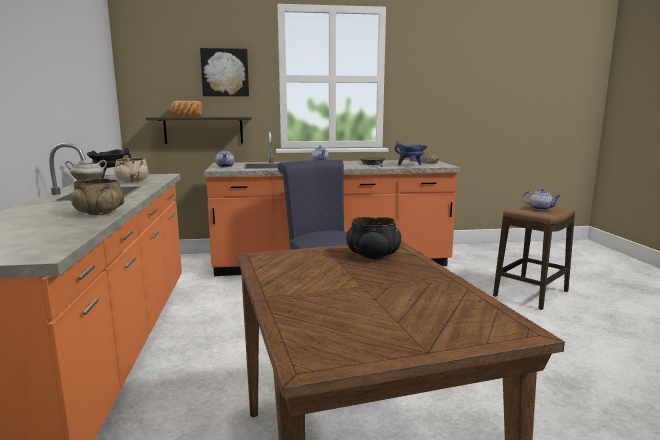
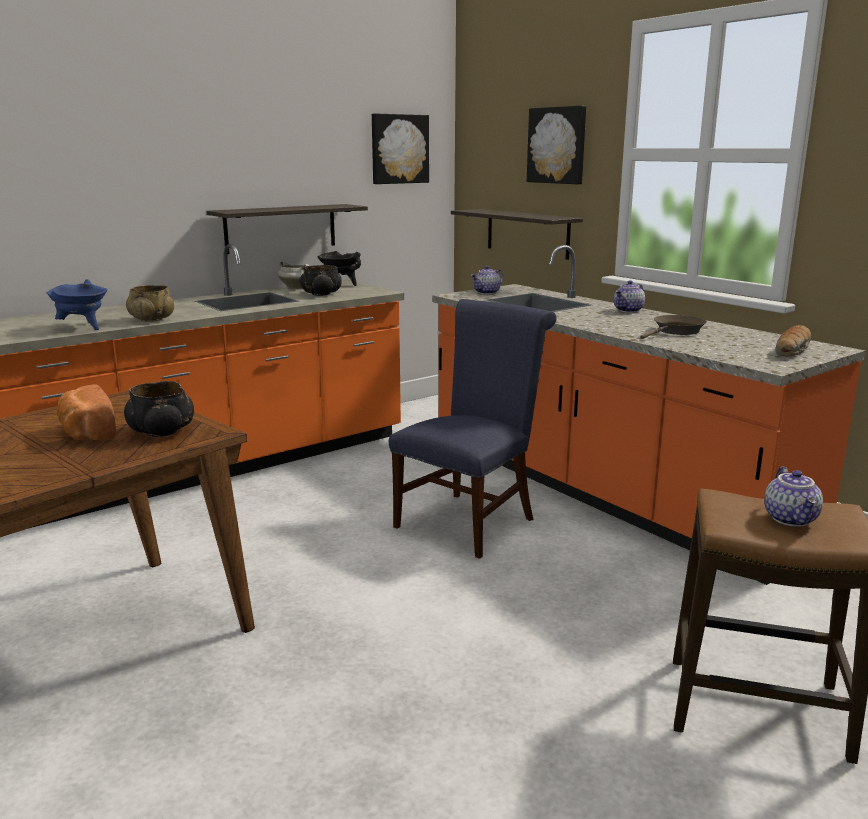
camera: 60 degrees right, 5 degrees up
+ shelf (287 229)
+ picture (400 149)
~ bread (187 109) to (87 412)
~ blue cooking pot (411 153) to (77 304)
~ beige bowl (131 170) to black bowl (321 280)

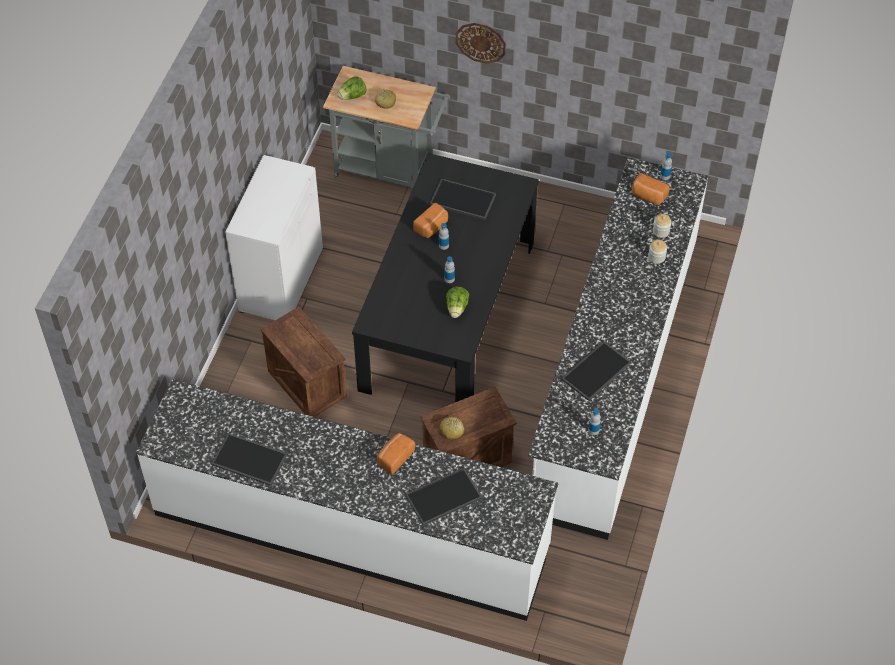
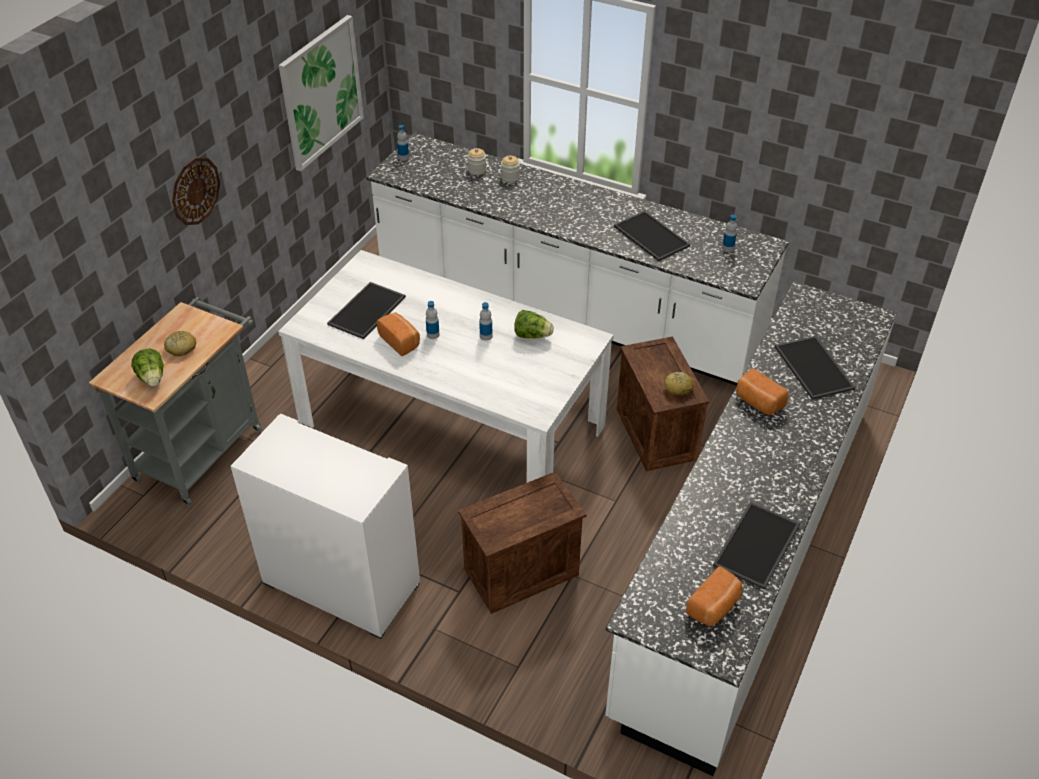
camera: 80 degrees left, 10 degrees down
+ picture (321 93)
~ bread (650 189) to (714 596)
~ black dining table (445 277) to white dining table (446 366)

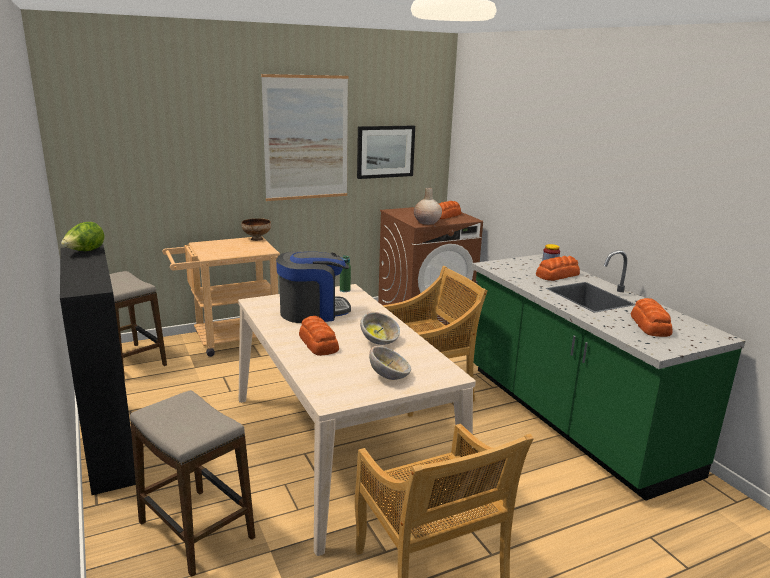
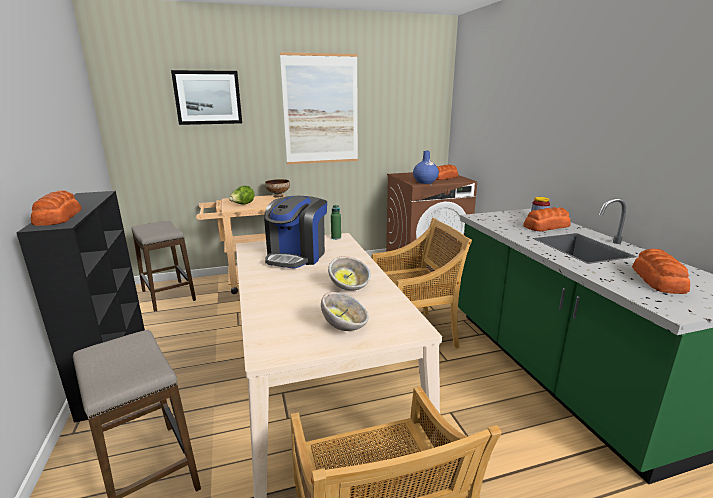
camera: 10 degrees right, 0 degrees up
~ lettuce (82 236) to (242 195)
~ bread (319 336) to (56 208)
~ picture (386 152) to (206 97)
~ beige vase (428 206) to blue vase (426 167)
~ coffee machine (313 287) = (295 232) 120 degrees clockwise

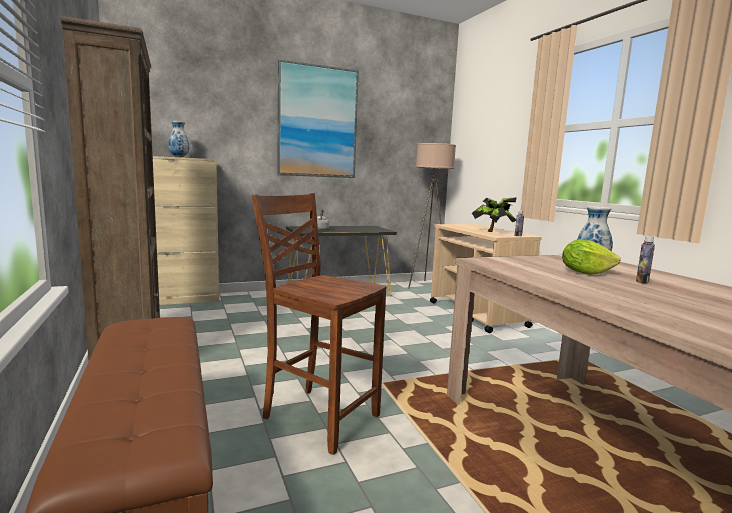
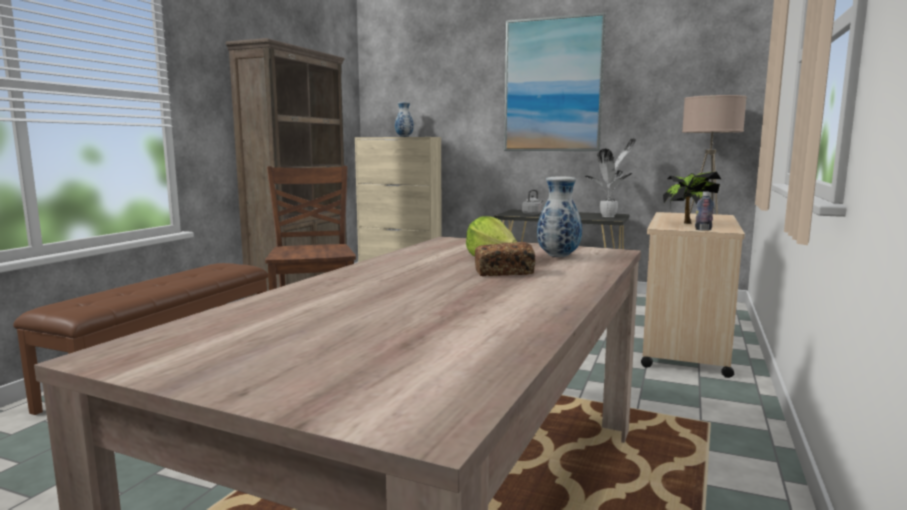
camera: 45 degrees right, 0 degrees up
+ potted plant (610 177)
~ bottle (645 259) to bread (505 259)

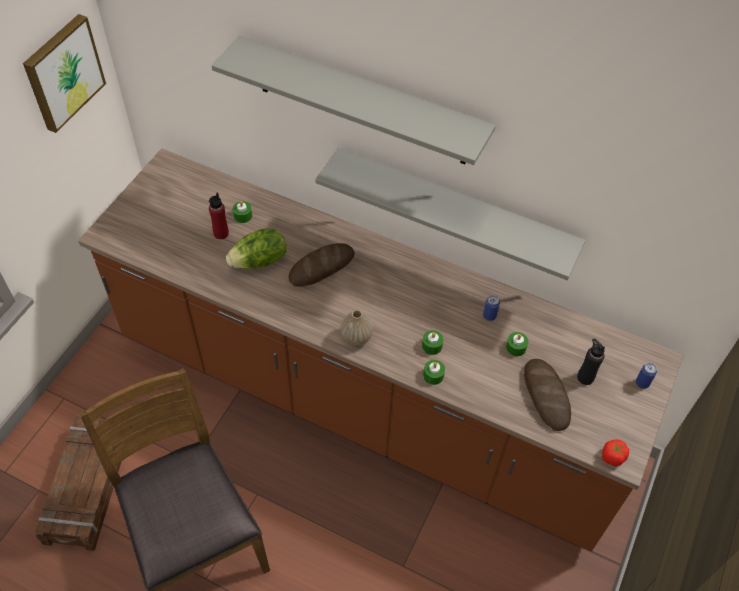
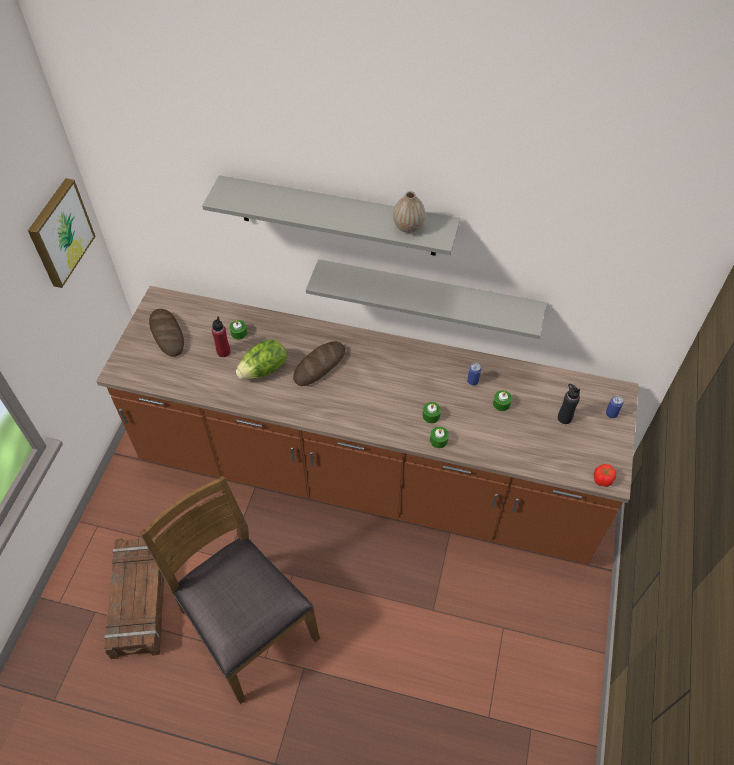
camera: 10 degrees left, 0 degrees up
~ vase (357 328) to (409 212)
~ bread (547 395) to (166 333)

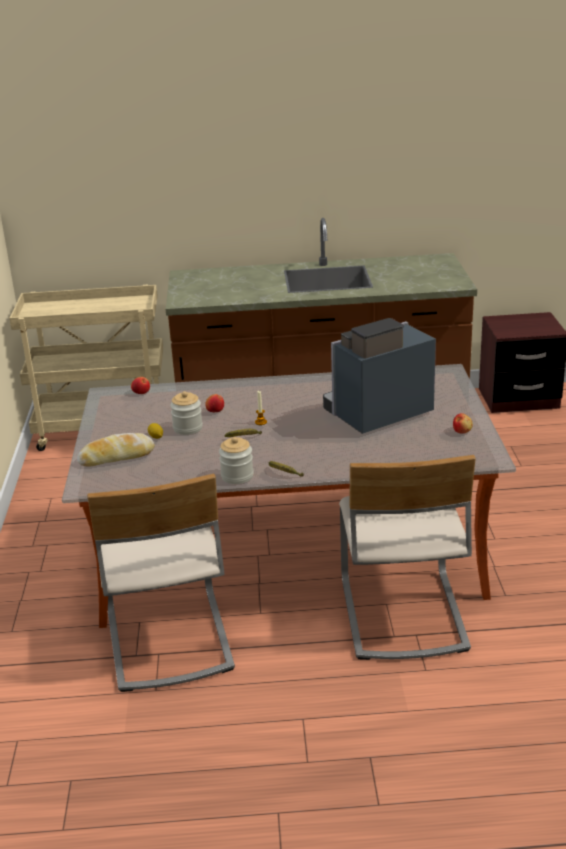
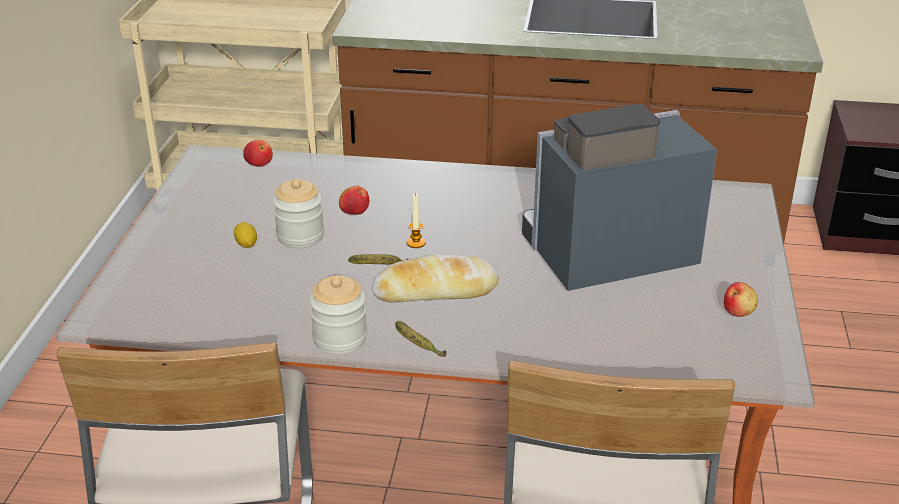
camera: 10 degrees right, 5 degrees up
~ bread (116 450) to (435 278)

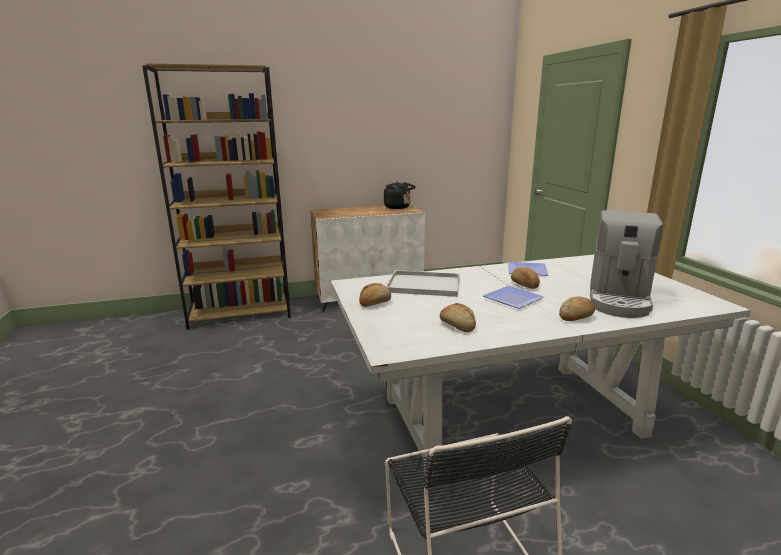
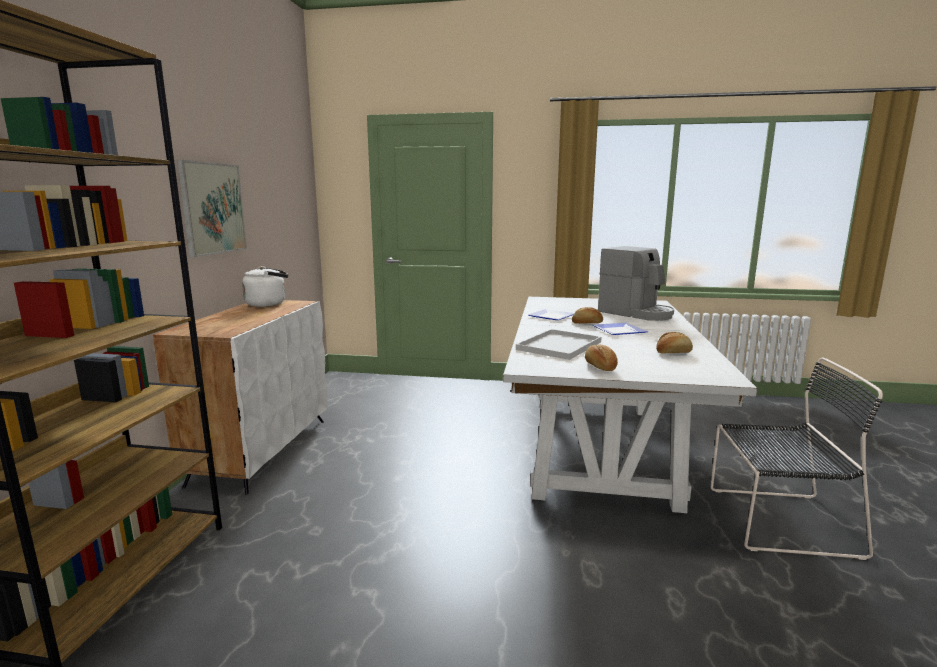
camera: 65 degrees left, 5 degrees down
- bread (577 308)
+ picture (212 209)
~ black kettle (400 195) to white kettle (265 286)

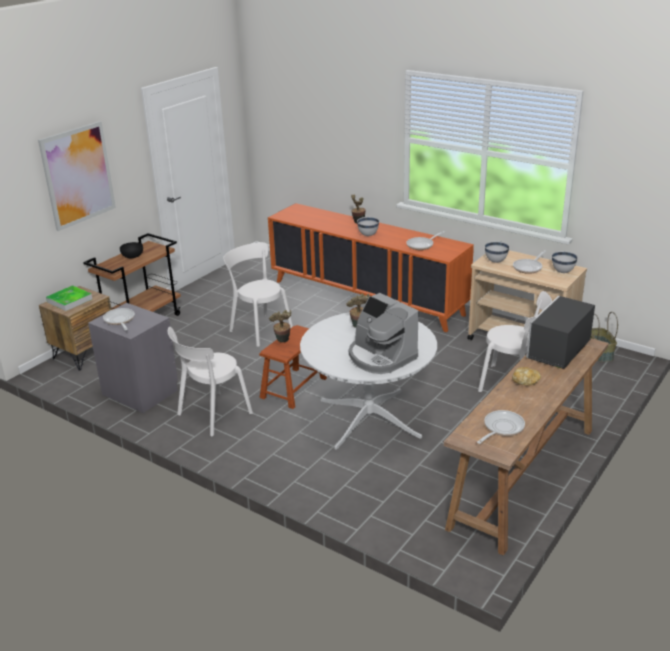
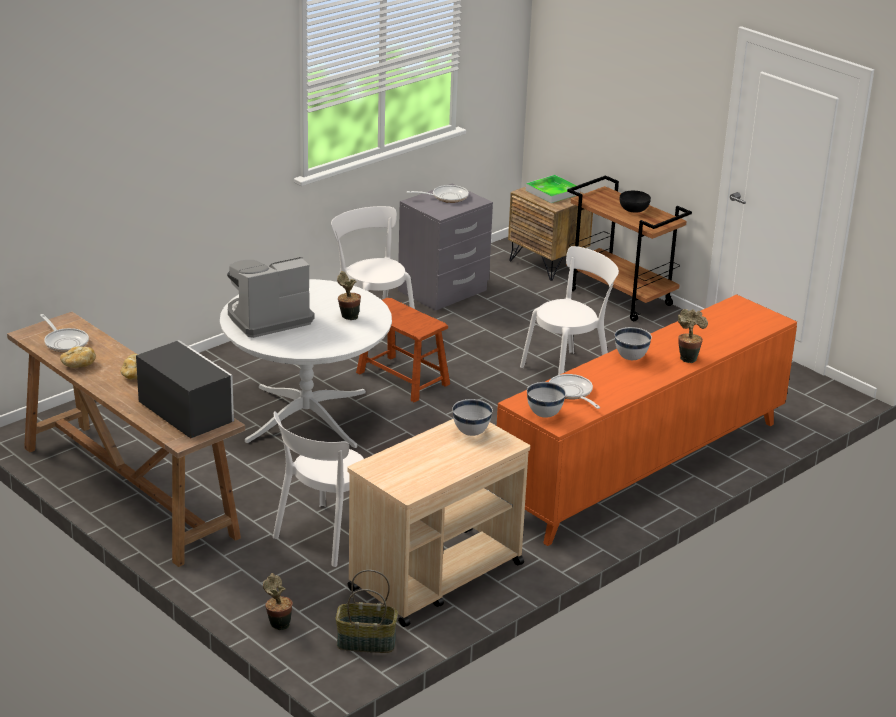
camera: 100 degrees right, 0 degrees up
- picture (77 176)
- frying pan (529 262)
+ bread (78 357)
~ potted plant (280 326) to (278 601)
~ white bowl (565 262) to (546 400)

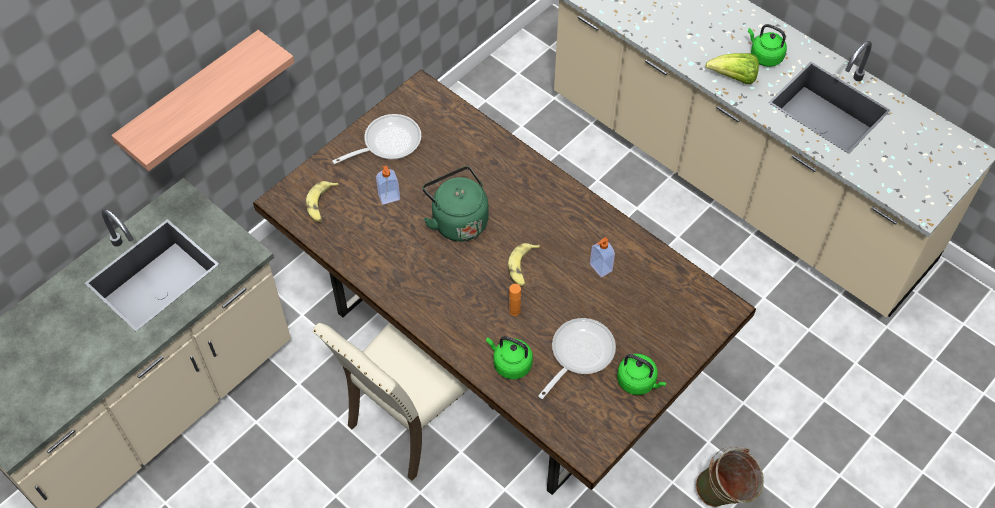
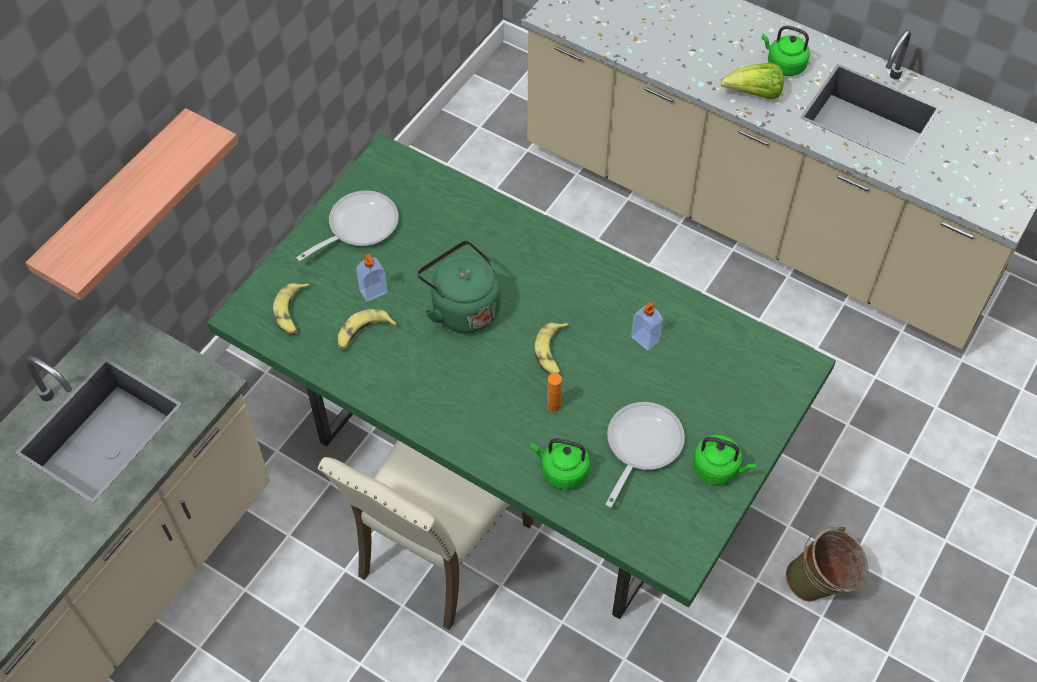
camera: 10 degrees left, 0 degrees up
+ banana (367 330)
~ brown dining table (504 282) to green dining table (521 376)

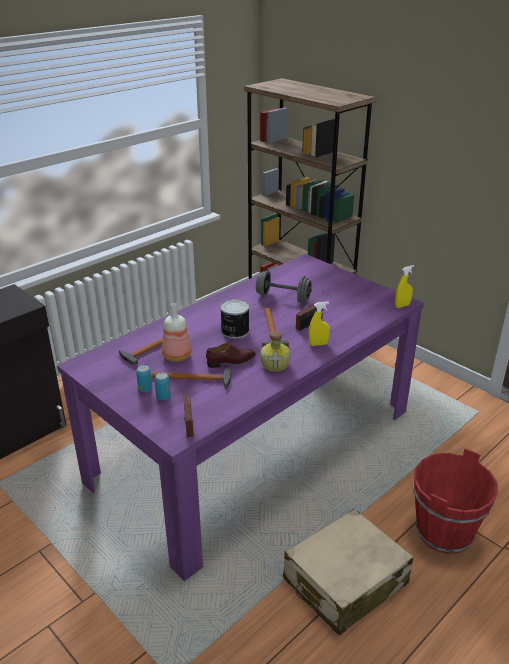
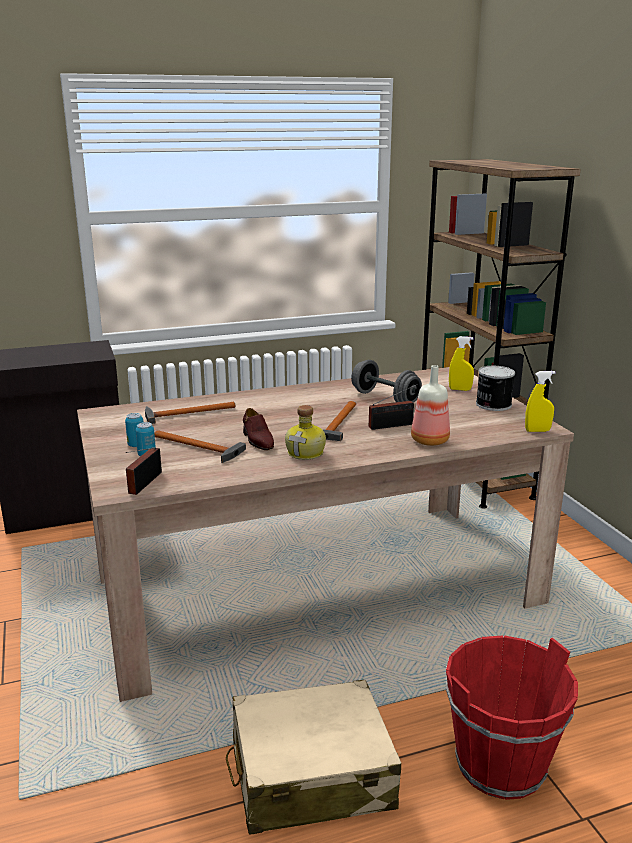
camera: 25 degrees right, 10 degrees down
~ bottle (177 332) to (430 405)
~ can (234 319) to (495 388)
~ yellow spray bottle (319 324) to (461 363)
~ purple dining table (240 417) to beige dining table (325 534)
~ brown shoe (231 355) = (258 429) 60 degrees clockwise

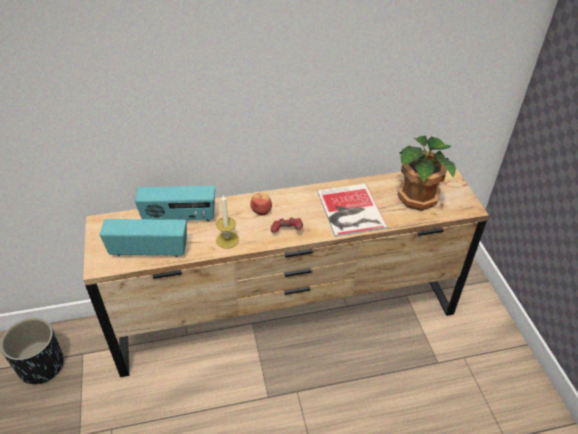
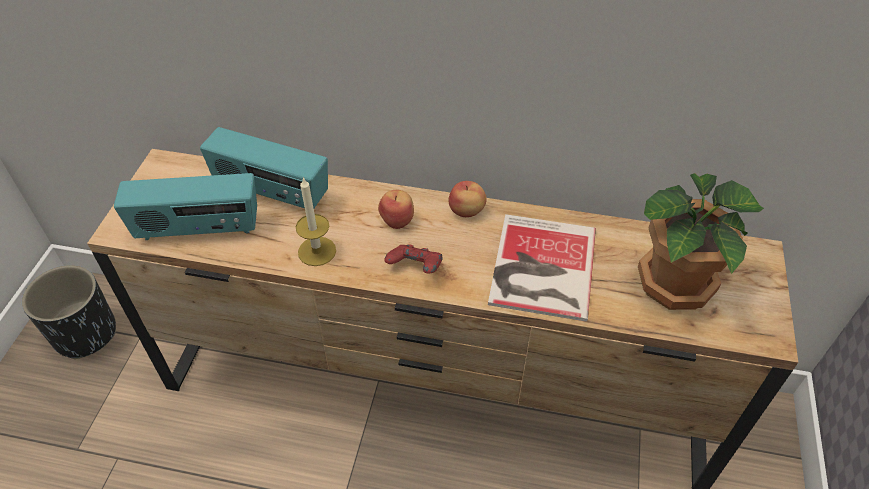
camera: 25 degrees right, 5 degrees up
+ apple (467 199)
~ radio (143 238) = (185 206) 150 degrees clockwise

